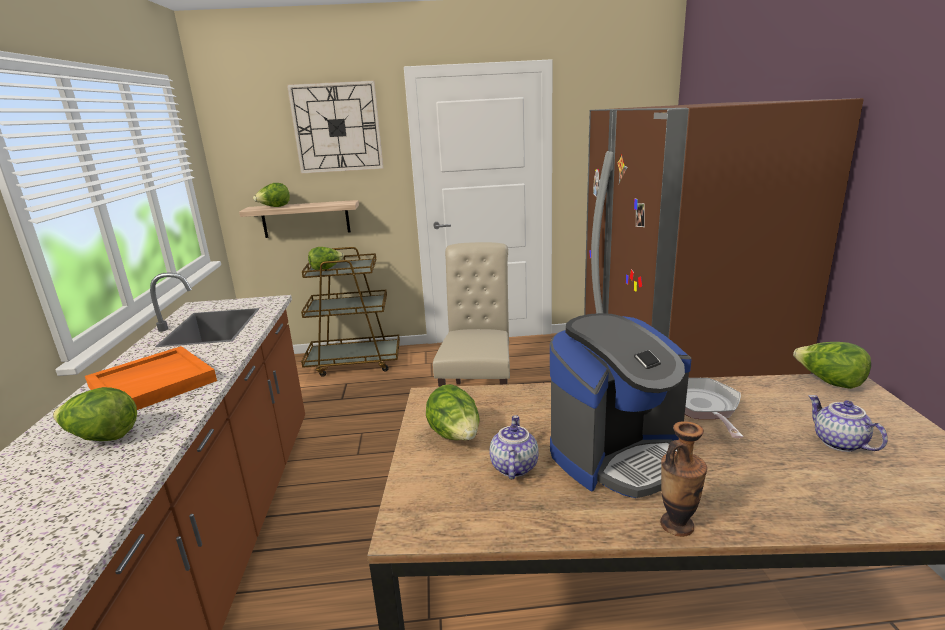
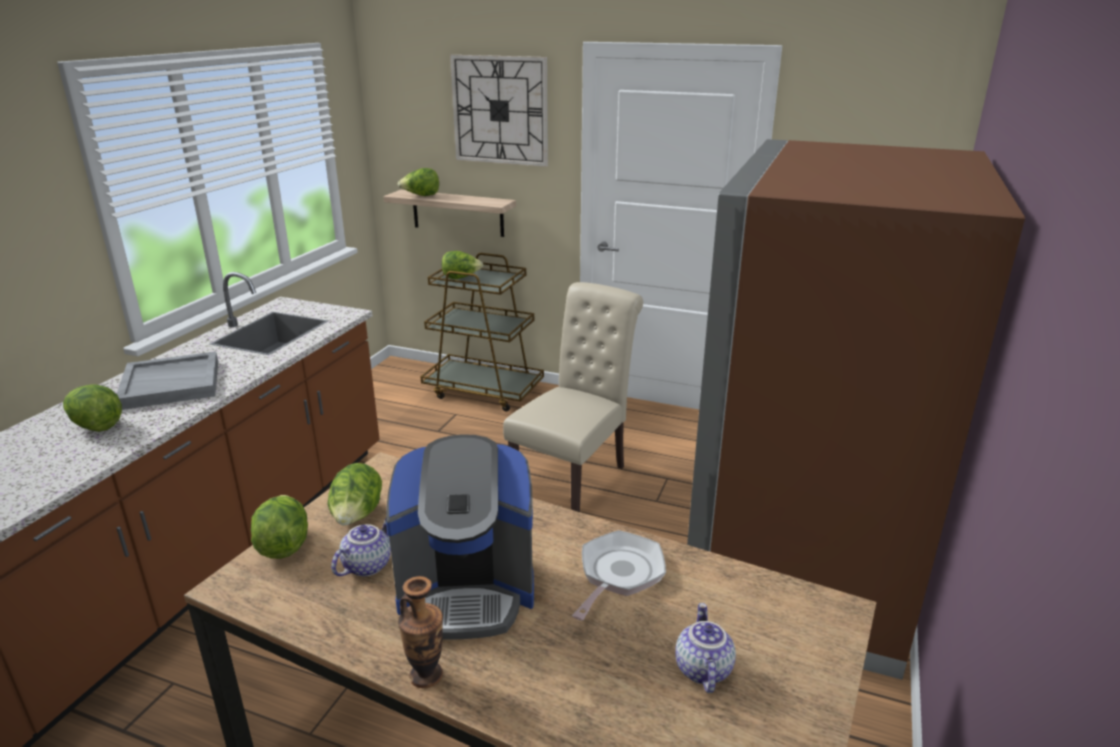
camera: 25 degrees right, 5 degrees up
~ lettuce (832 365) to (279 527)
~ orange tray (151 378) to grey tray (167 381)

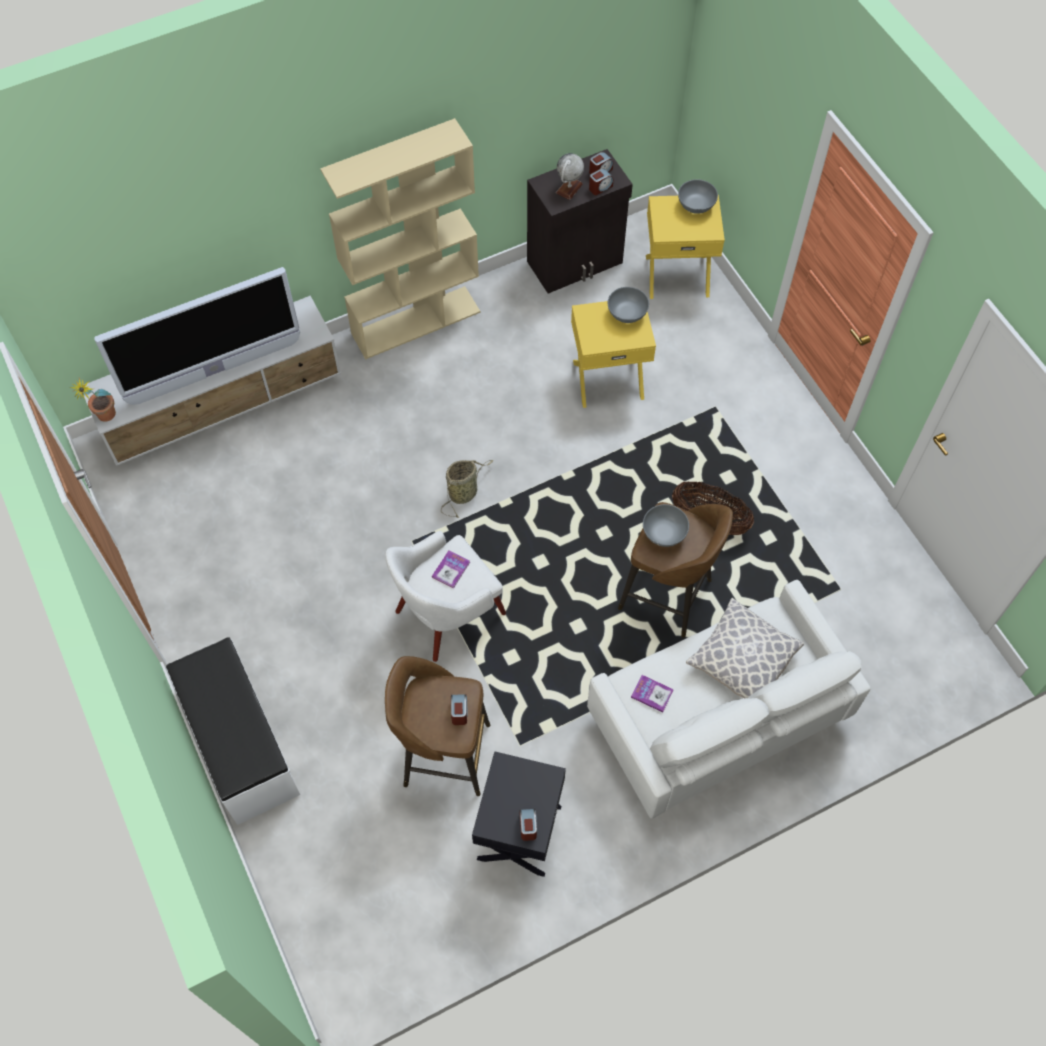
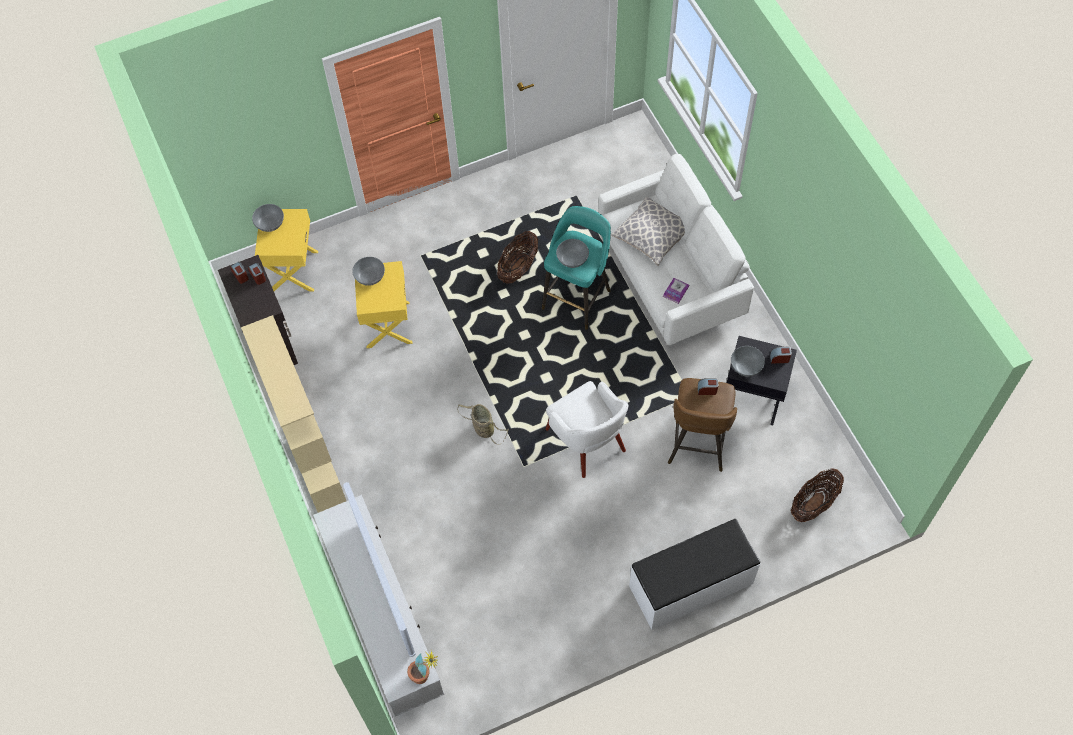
camera: 85 degrees left, 0 degrees up
- book (451 569)
- globe (570 176)
+ grey bowl (748 361)
+ basket (817 495)
~ brown stool (675 570) to turquoise stool (576 268)

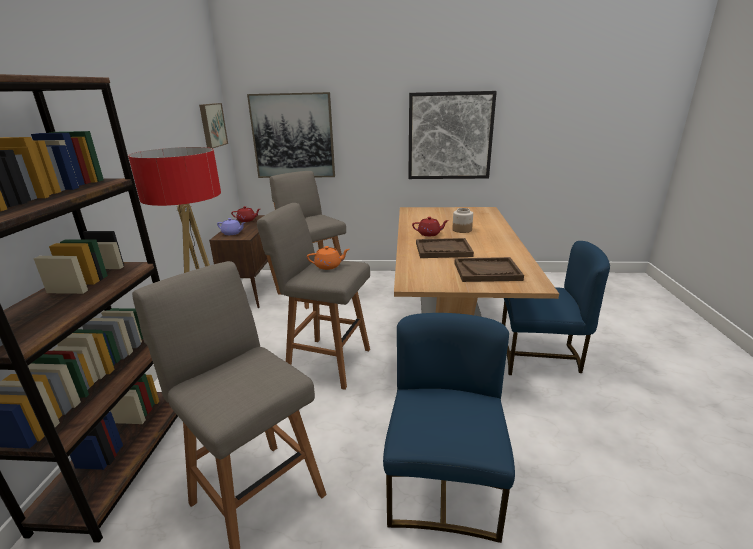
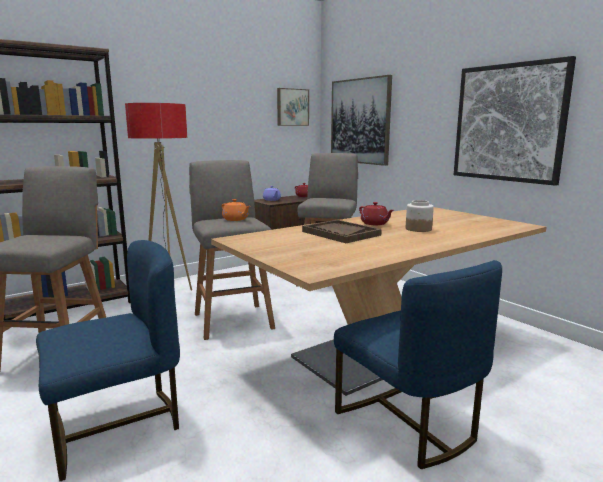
camera: 50 degrees right, 10 degrees down
- brown tray (489 269)

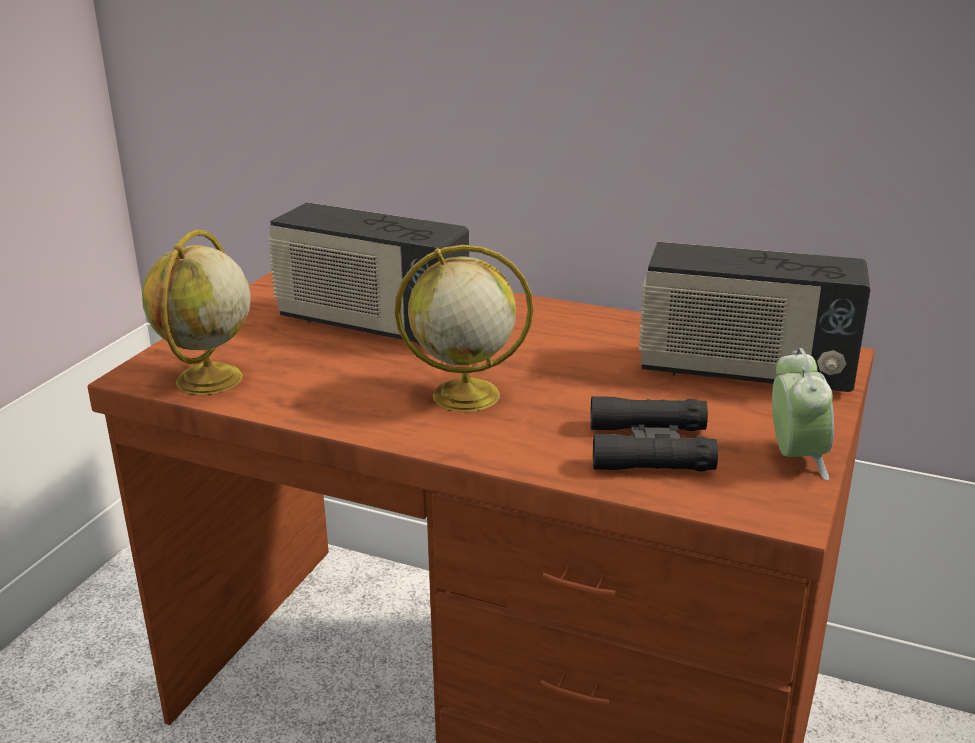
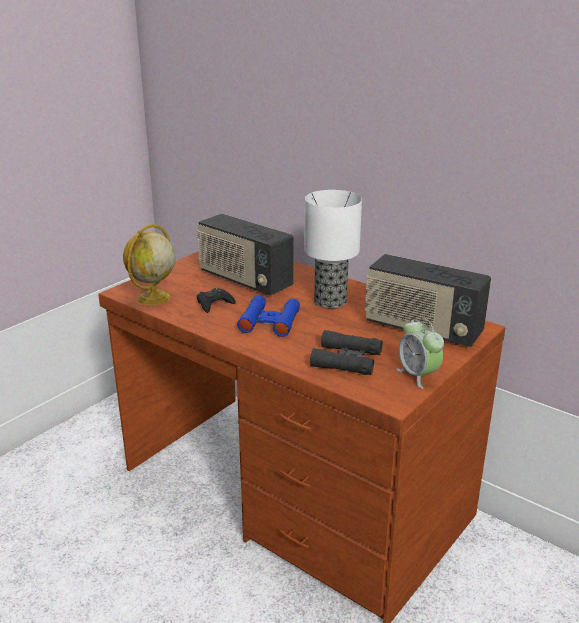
camera: 15 degrees right, 0 degrees up
+ black game controller (216 300)
+ table lamp (333 249)
~ globe (464 328) to blue binoculars (268 316)
~ alarm clock (803 414) = (420 353) 135 degrees clockwise

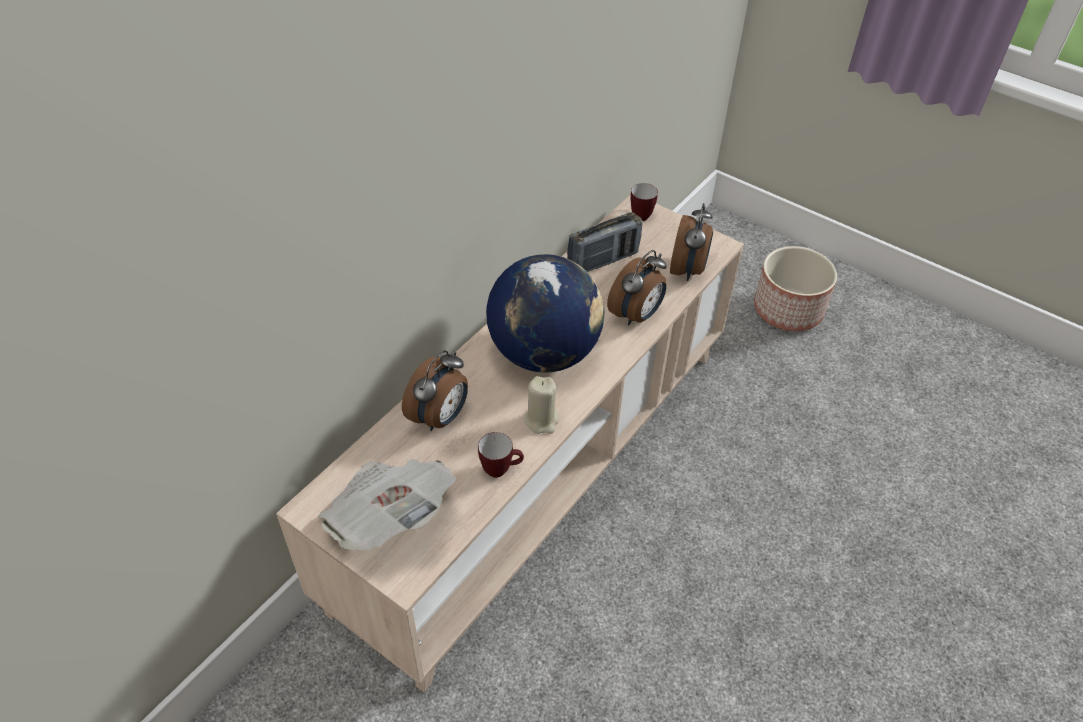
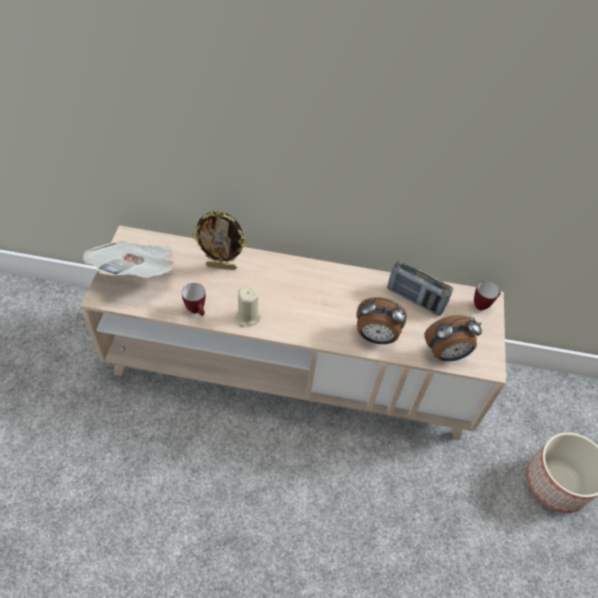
camera: 60 degrees right, 5 degrees up
- globe (545 313)
~ alarm clock (435 390) to picture frame (219 240)

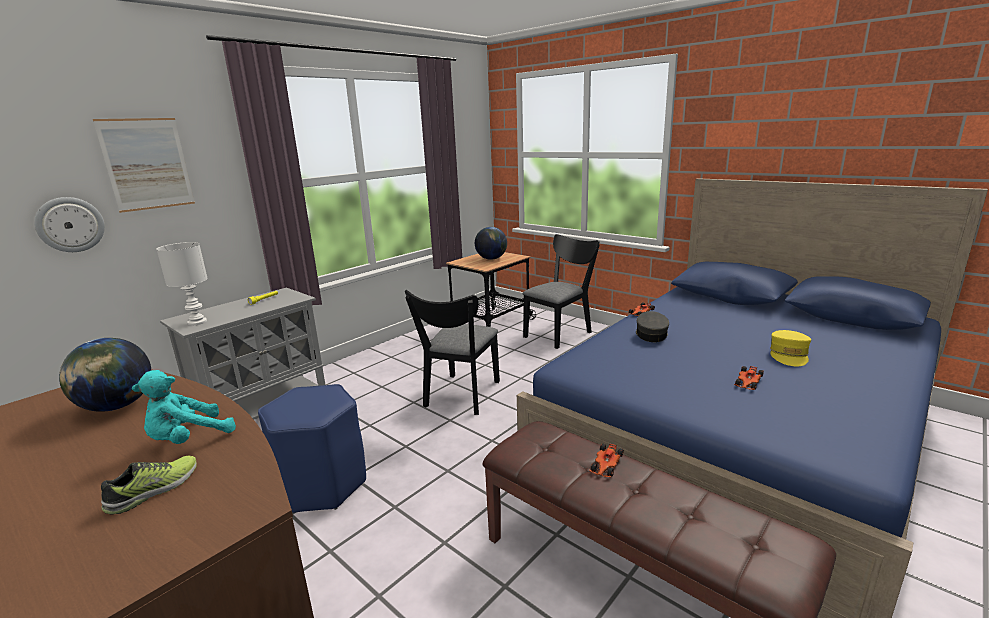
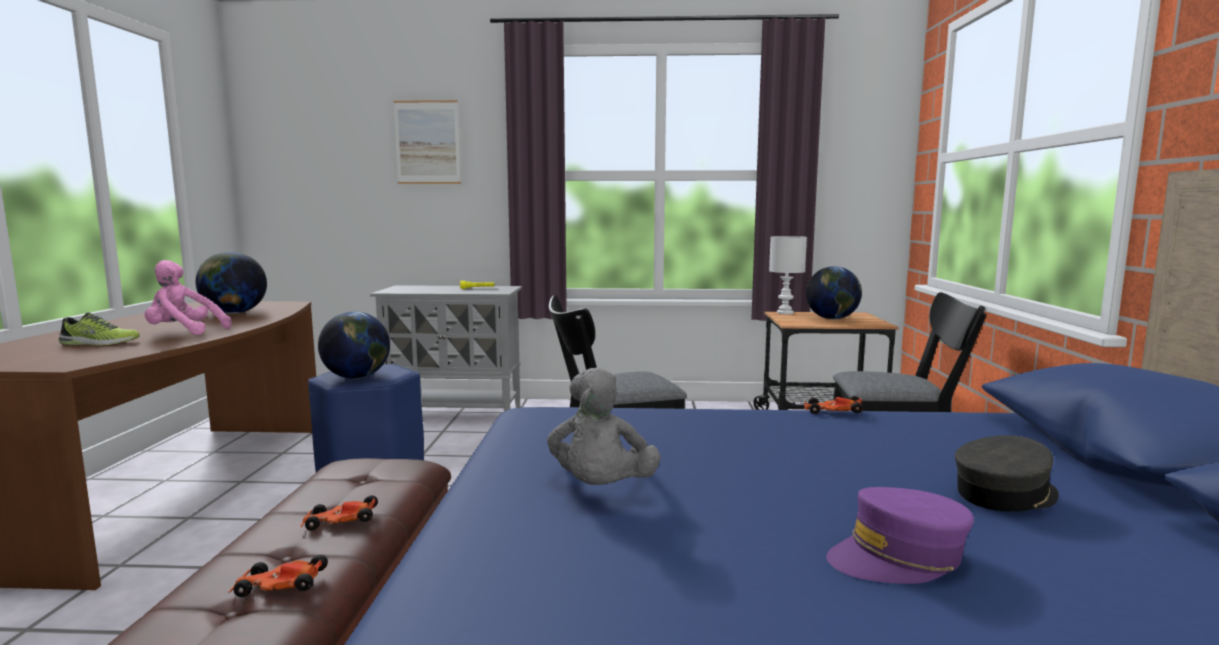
camera: 50 degrees right, 10 degrees down
- wall clock (69 224)
+ globe (354 345)
+ grey plush toy (604 426)
~ white table lamp (182 283) to (788 275)
~ grey cap (652 326) to (1007 473)
~ toy car (749 378) to (278 576)
~ turquoise plush toy (184 407) to pink plush toy (188 297)
~ yellow cap (790 348) to purple cap (900 535)

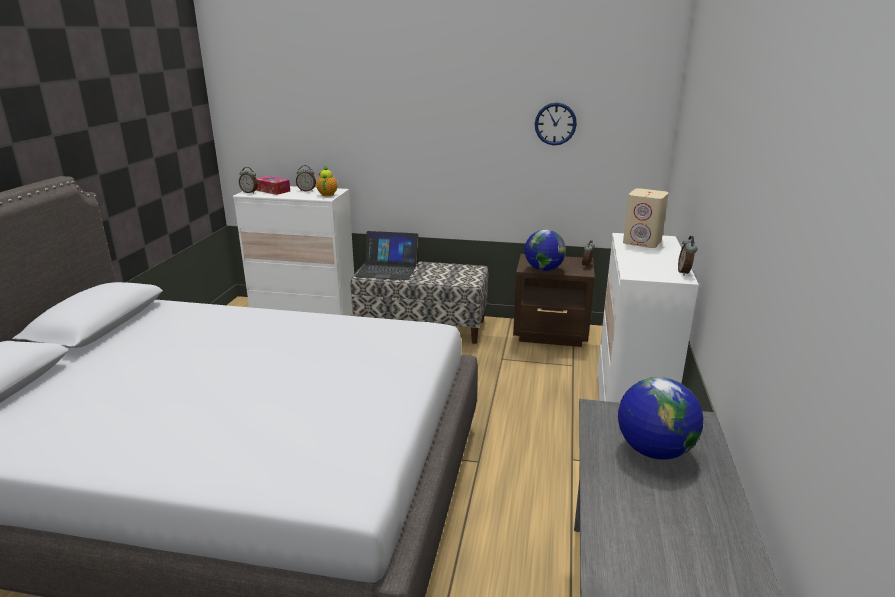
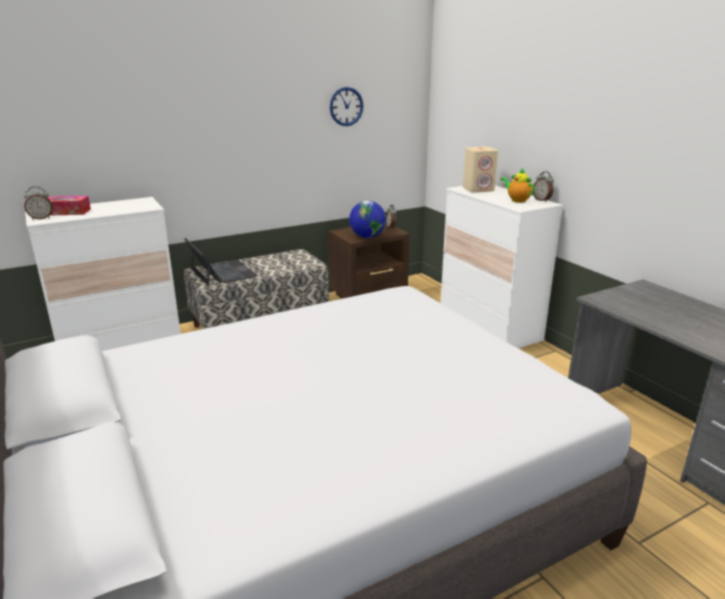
camera: 40 degrees left, 0 degrees up
- alarm clock (306 178)
- globe (660 418)
~ teapot (327 180) to (518 185)
~ laptop (386 255) = (221 262) 90 degrees counterclockwise

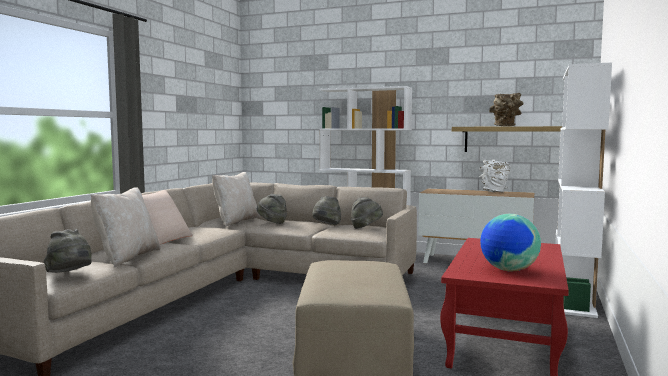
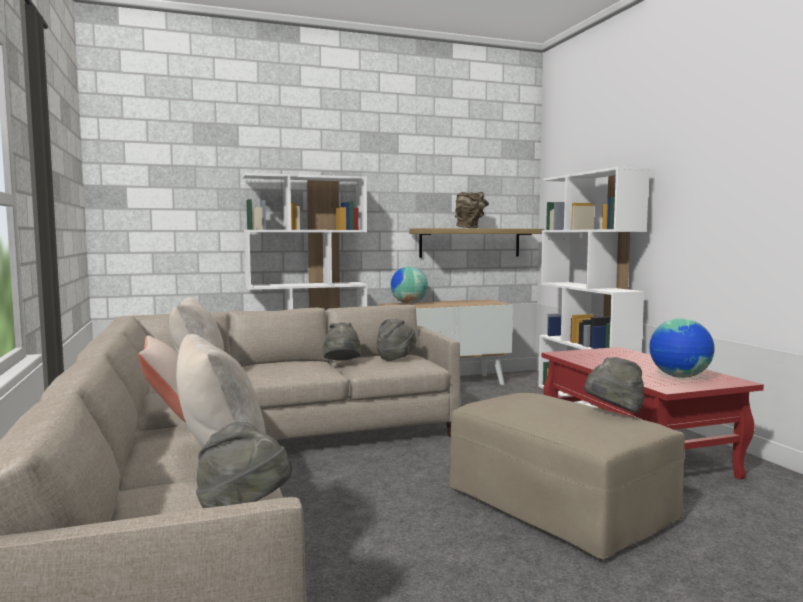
camera: 40 degrees left, 0 degrees up
- white vase (495 176)
+ globe (409 285)
~ grey hat (272 209) to (614 385)

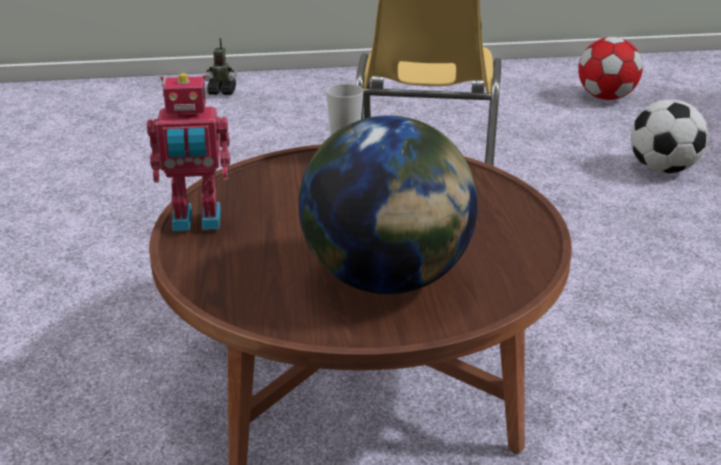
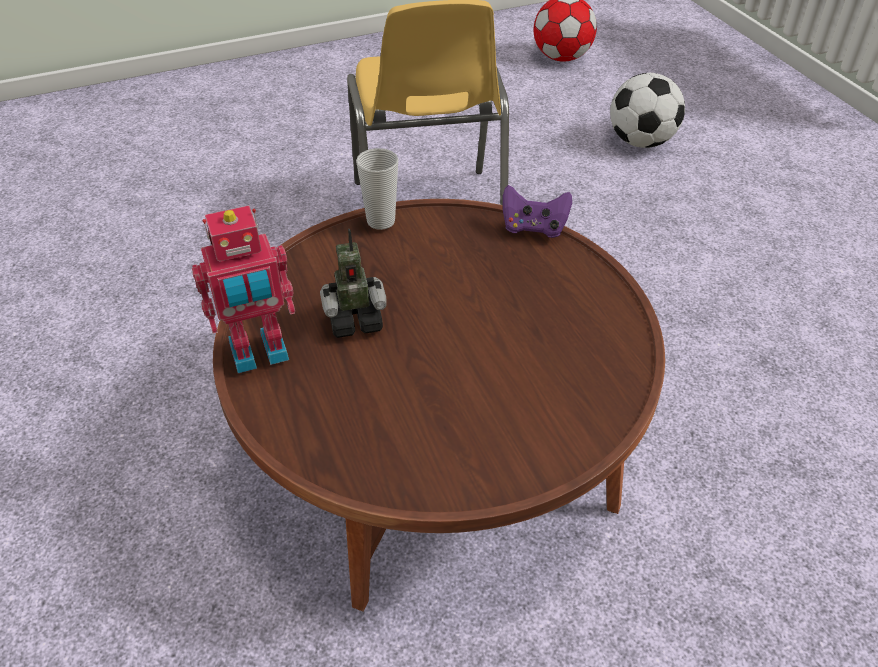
camera: 15 degrees left, 15 degrees up
- globe (388 204)
+ purple game controller (537 211)
~ toy robot (221 66) to (353 283)

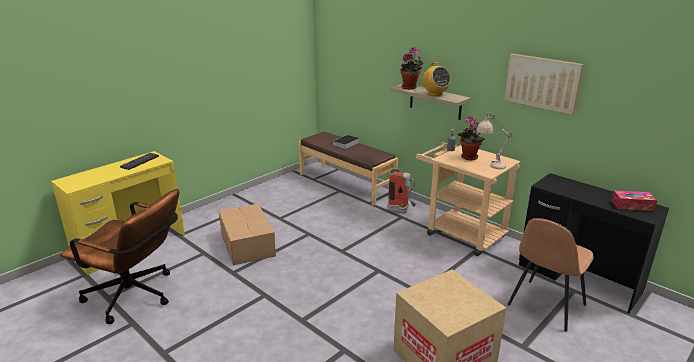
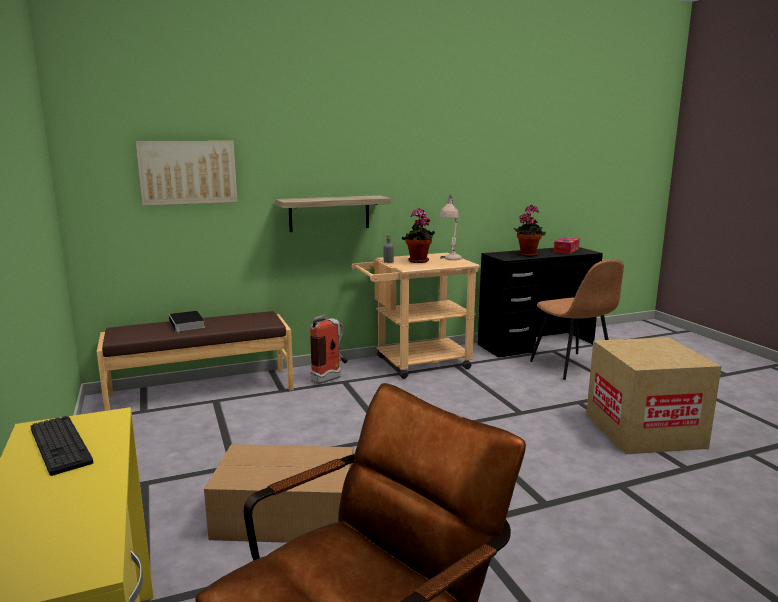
camera: 65 degrees left, 10 degrees down
- radio (437 79)
~ potted plant (412 68) to (530 231)
~ picture (544 84) to (186 173)

